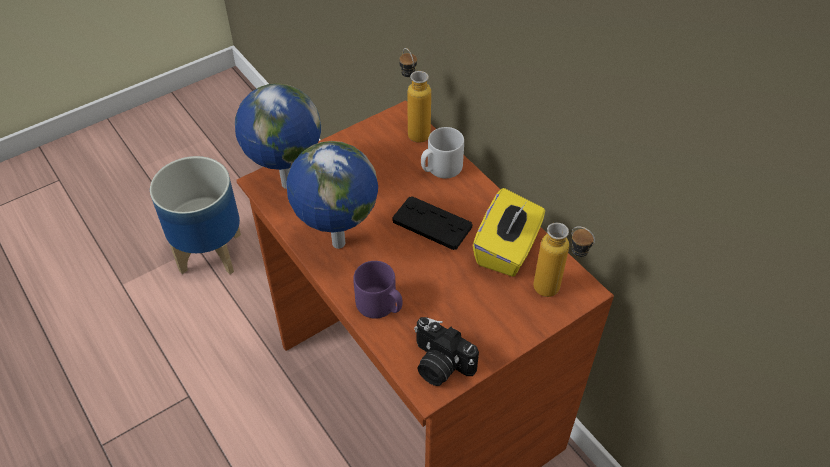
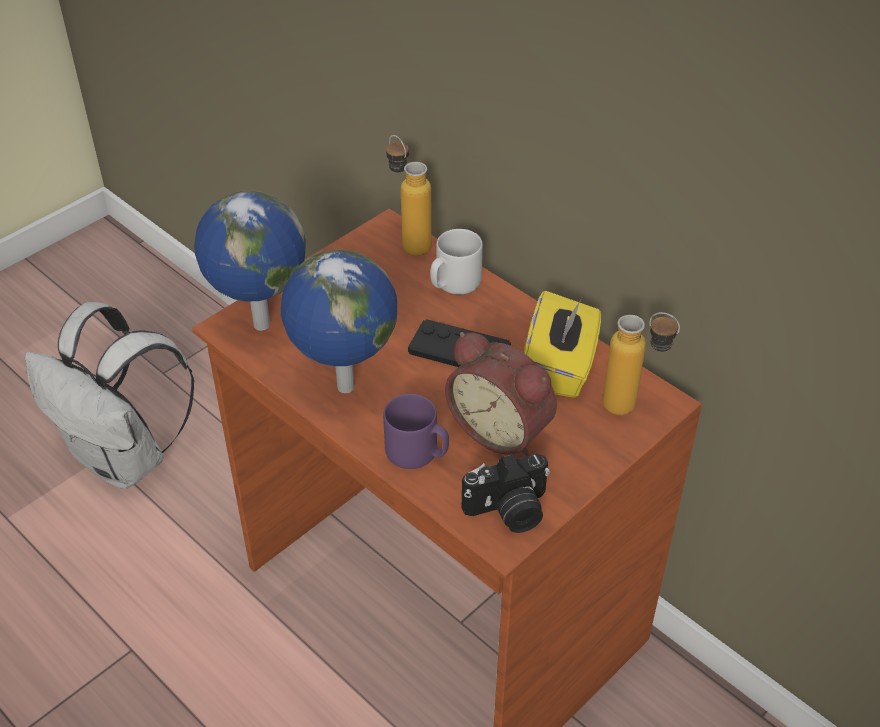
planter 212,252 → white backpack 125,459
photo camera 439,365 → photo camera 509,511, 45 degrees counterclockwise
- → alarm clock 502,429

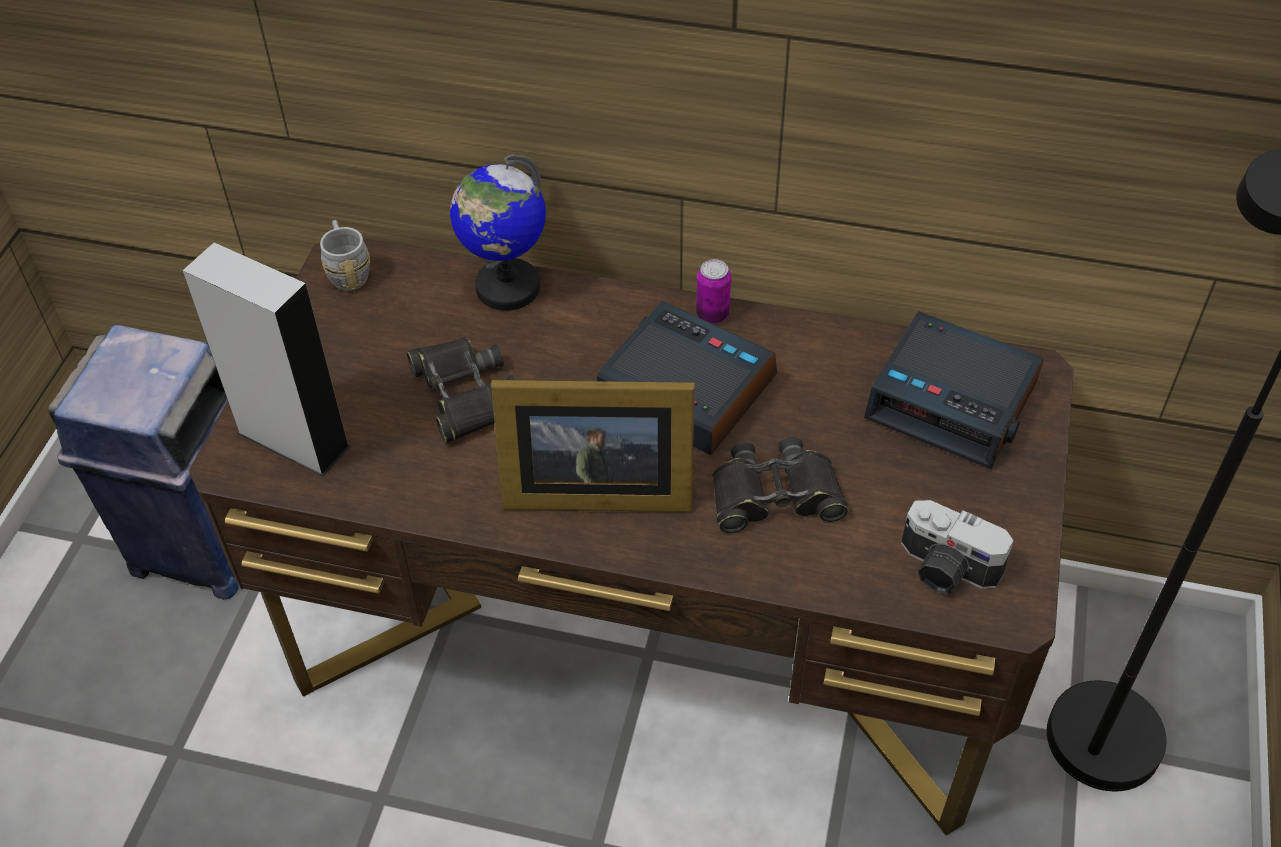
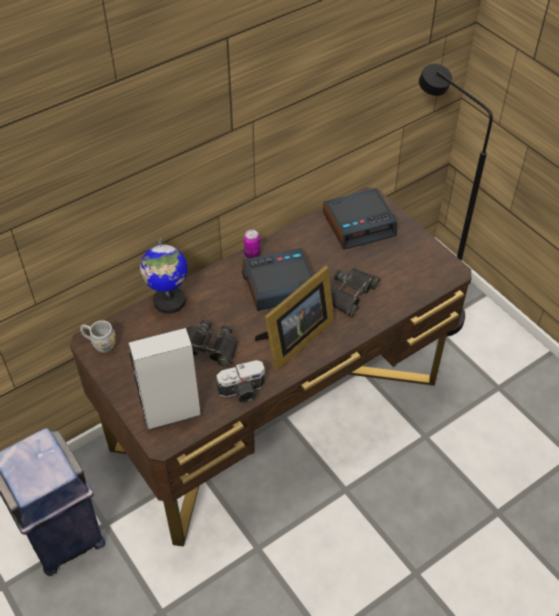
photo camera 945,570 → photo camera 243,392, relocated

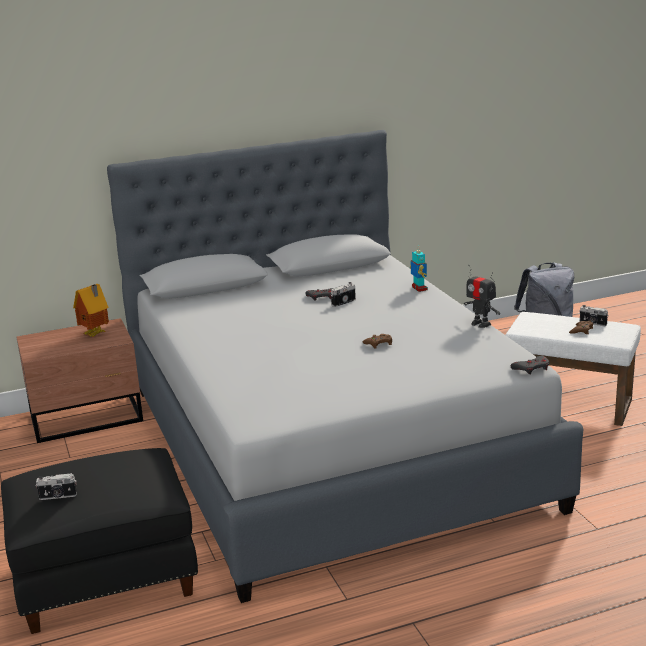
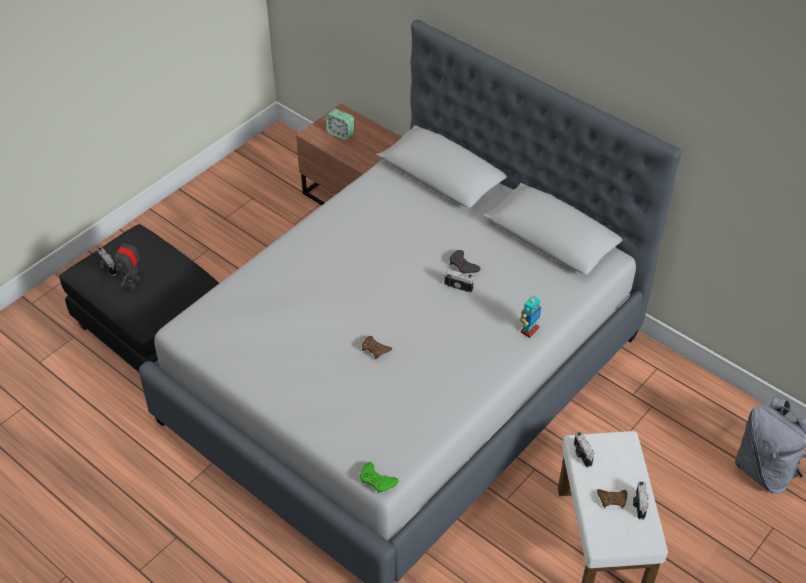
toy robot 480,324 → toy robot 132,282, relocated
toy house 95,334 → -
grey game controller 531,368 → green game controller 377,480
- → alarm clock 340,133
- → photo camera 581,454

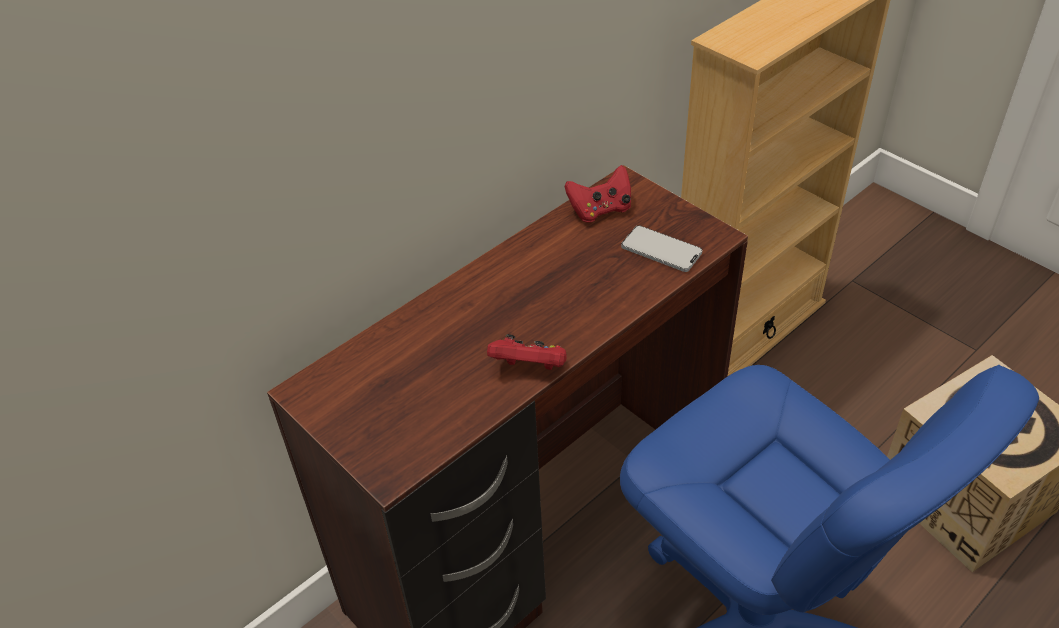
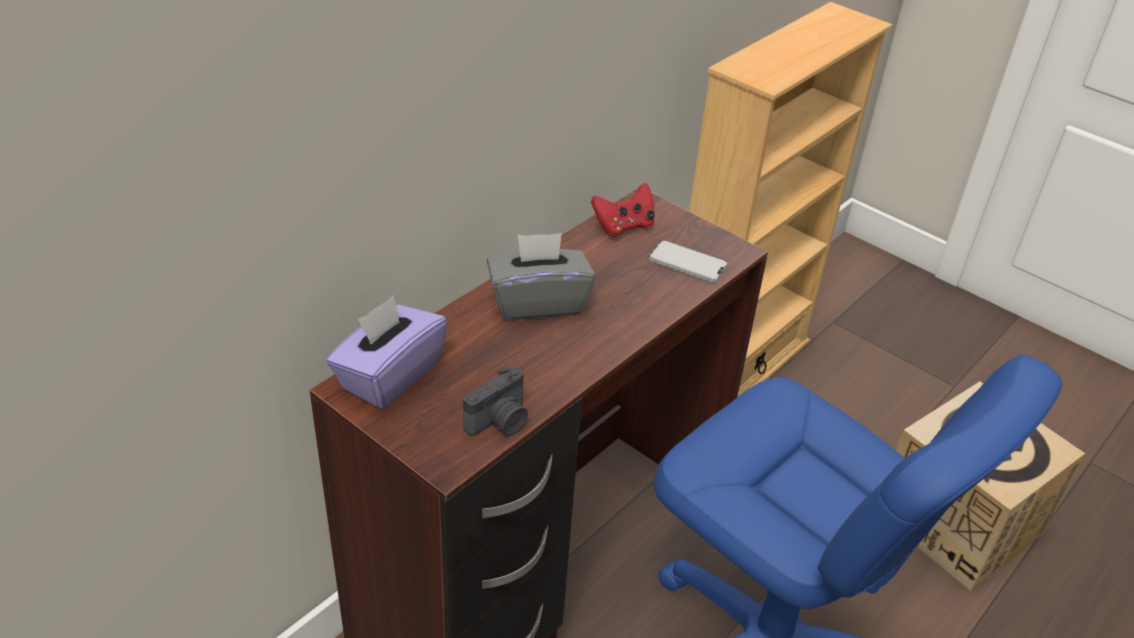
red game controller 530,368 → -
- → grey tissue box 538,302
- → purple tissue box 389,376
- → photo camera 500,422

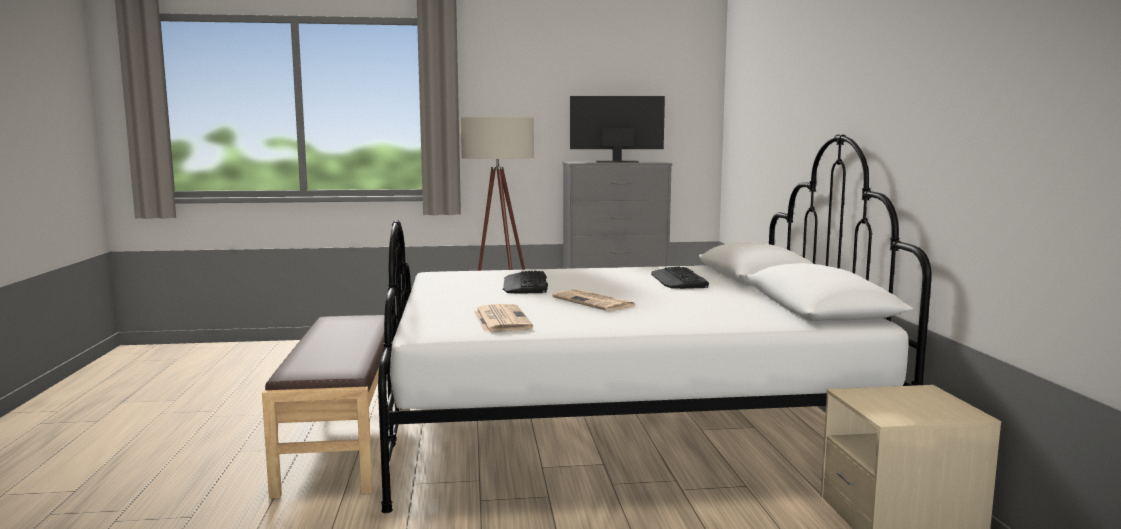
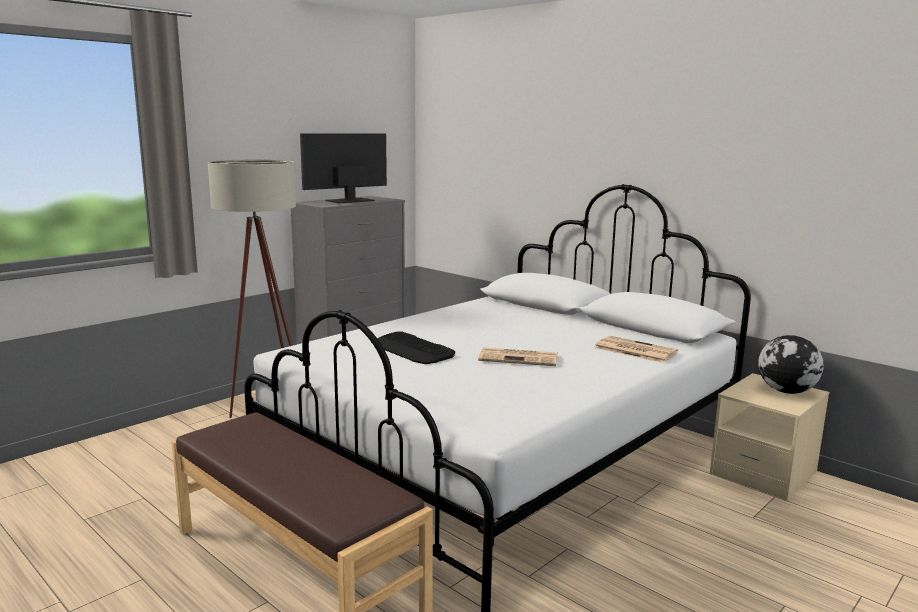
keyboard 678,280 → -
newspaper 501,319 → newspaper 634,350, relocated
- → globe 786,392

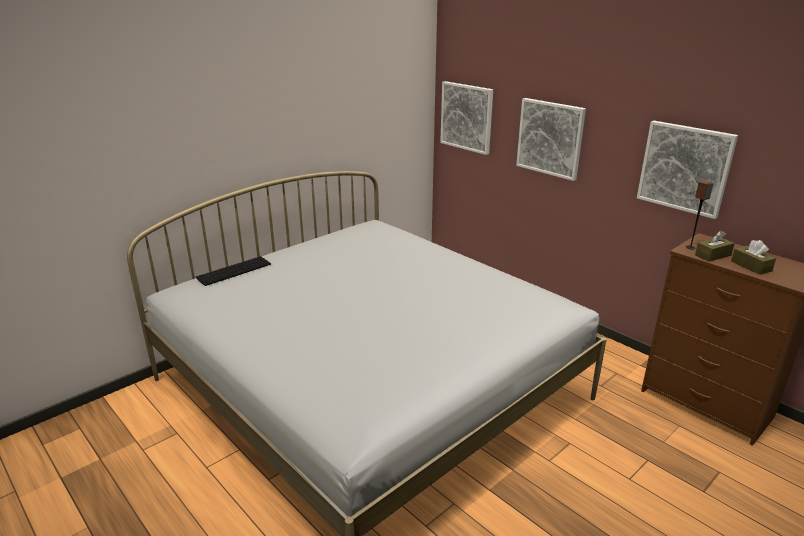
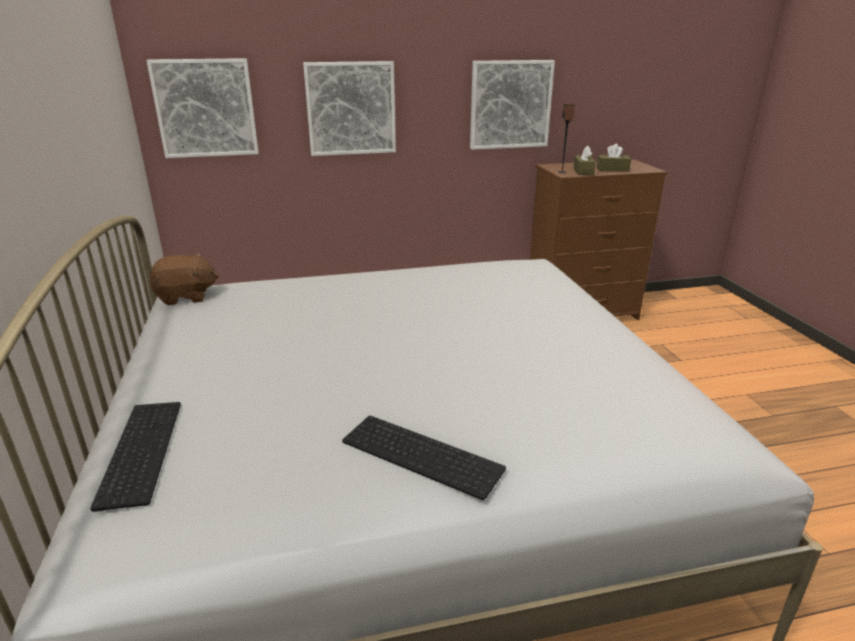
- → brown plush toy 186,297
- → keyboard 424,454

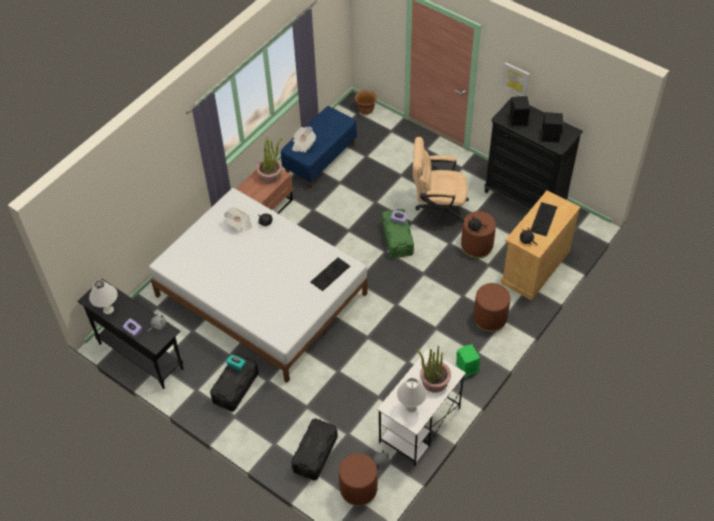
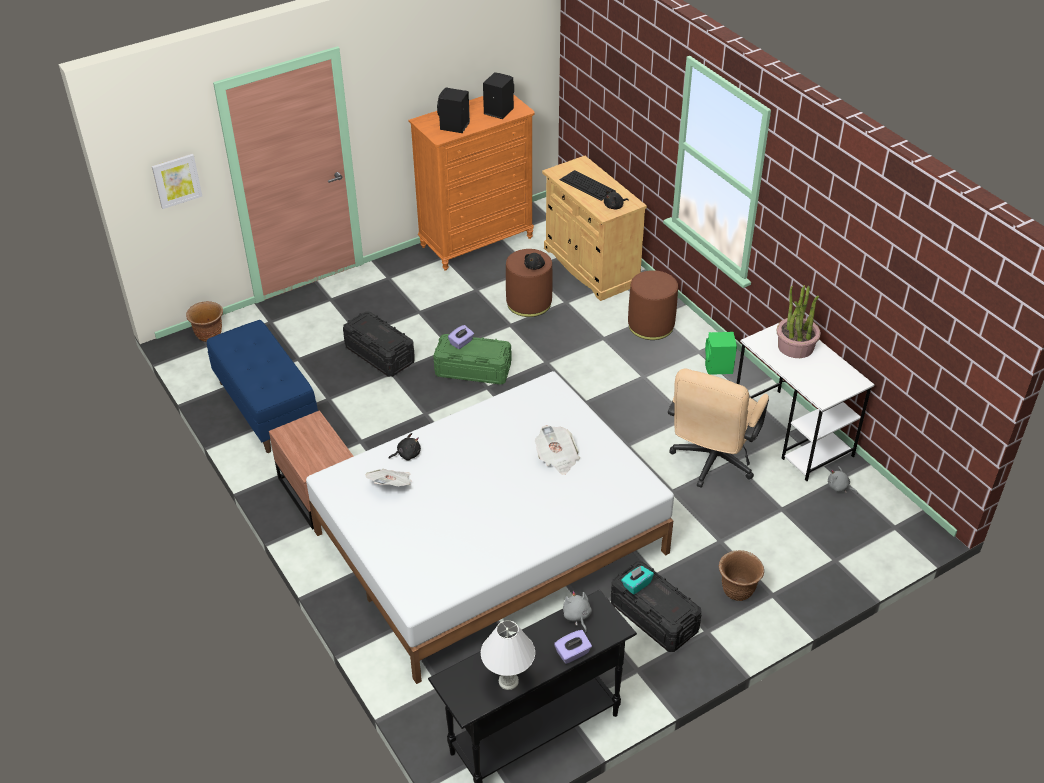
picture 516,79 → picture 176,180, relocated
black dresser 525,198 → orange dresser 477,241
newspaper 303,144 → newspaper 557,458, relocated
potted plant 270,175 → -
beige office chair 437,210 → beige office chair 711,462, relocated
keyboard 330,273 → -
white table lamp 411,407 → -
black storage box 315,454 → black storage box 380,354, relocated
brown ottoman 358,489 → -
- → brown planter 737,590

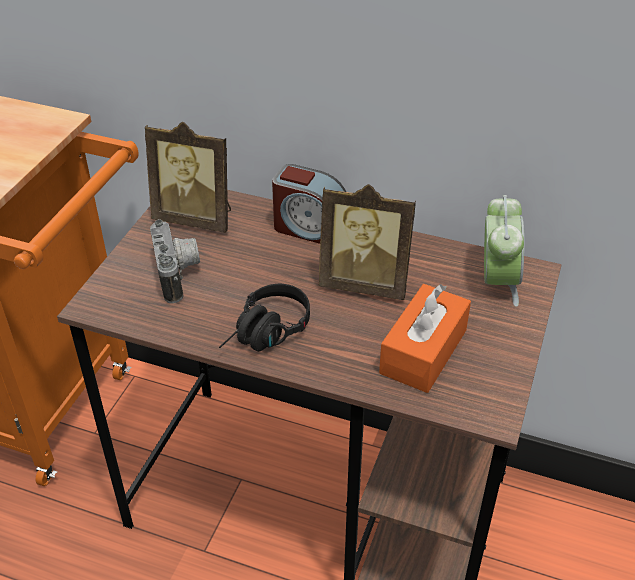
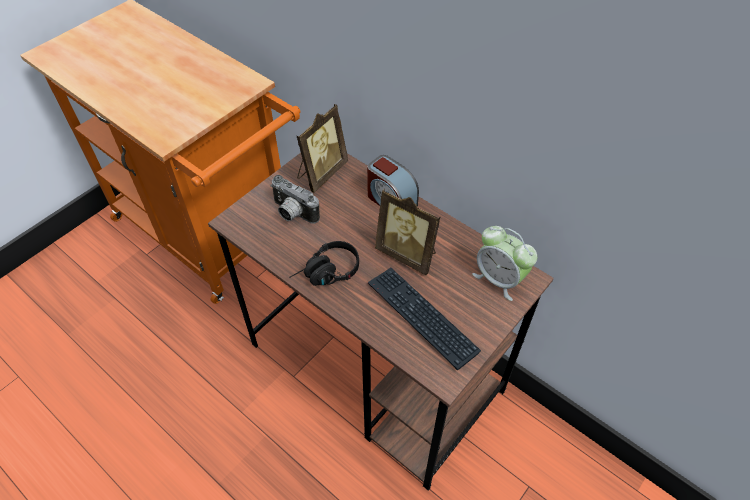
picture frame 196,218 → picture frame 321,173, 90 degrees counterclockwise
alarm clock 497,282 → alarm clock 499,279, 105 degrees clockwise
photo camera 179,274 → photo camera 292,213, 120 degrees clockwise
orange tissue box 423,351 → keyboard 421,317

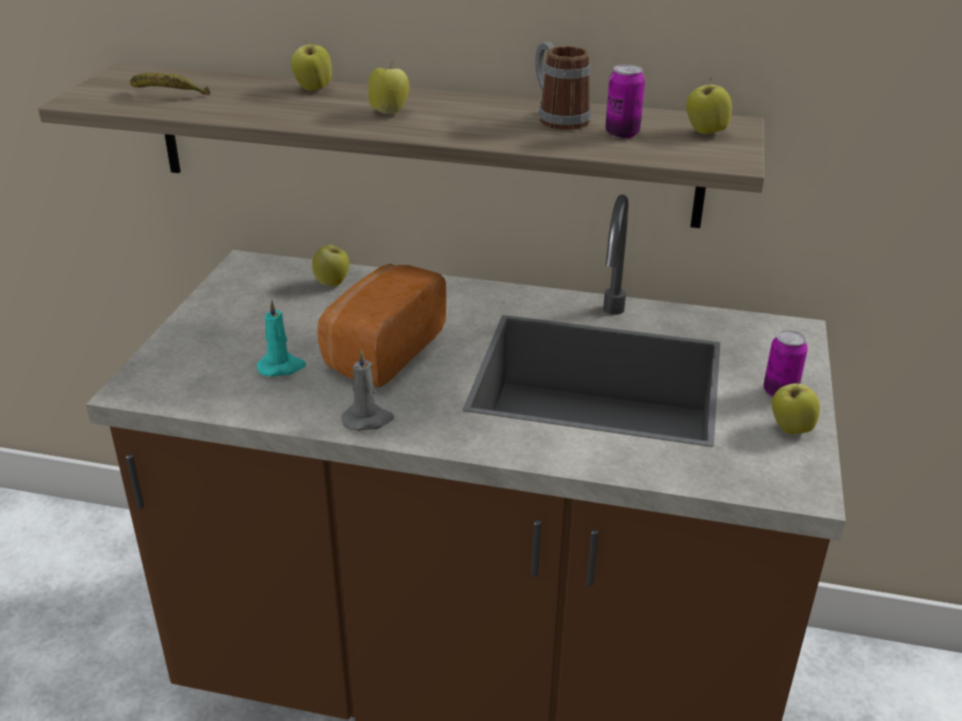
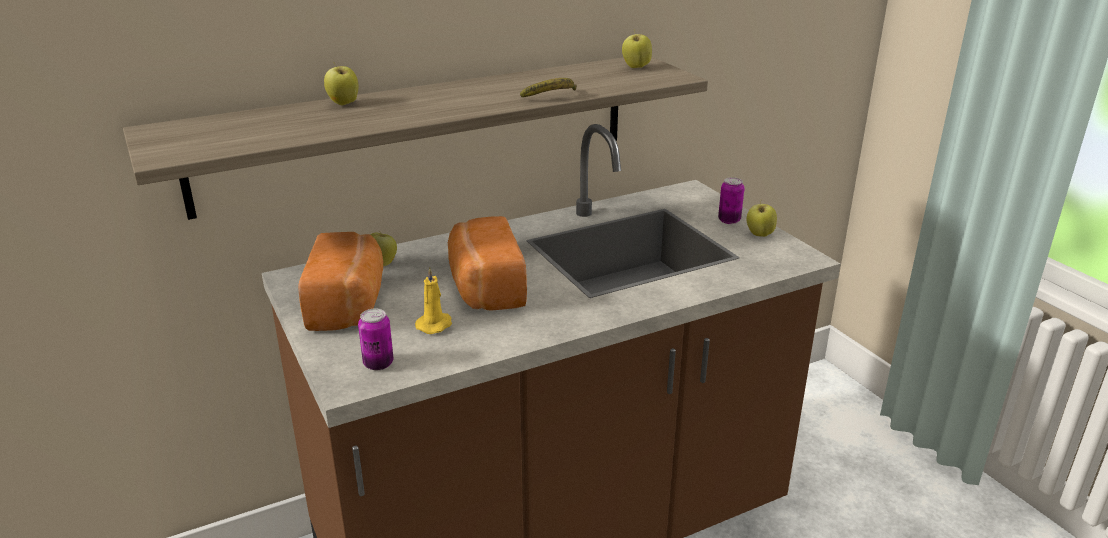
mug 557,118 → -
apple 389,112 → -
can 622,134 → can 378,364, relocated
banana 168,95 → banana 552,97, relocated
turquoise candle 281,367 → yellow candle 435,325
grey candle 368,420 → -
- → bread 349,304

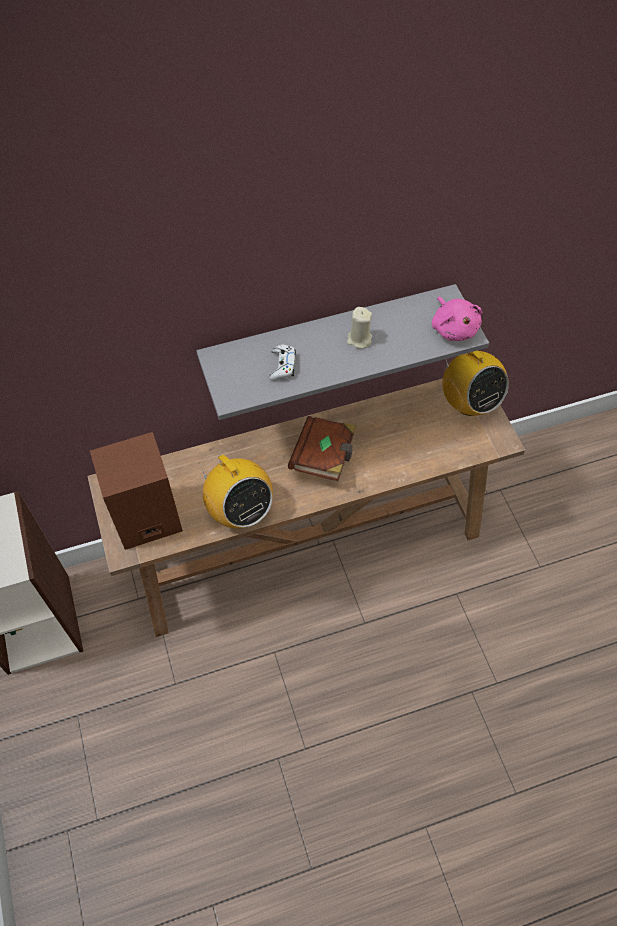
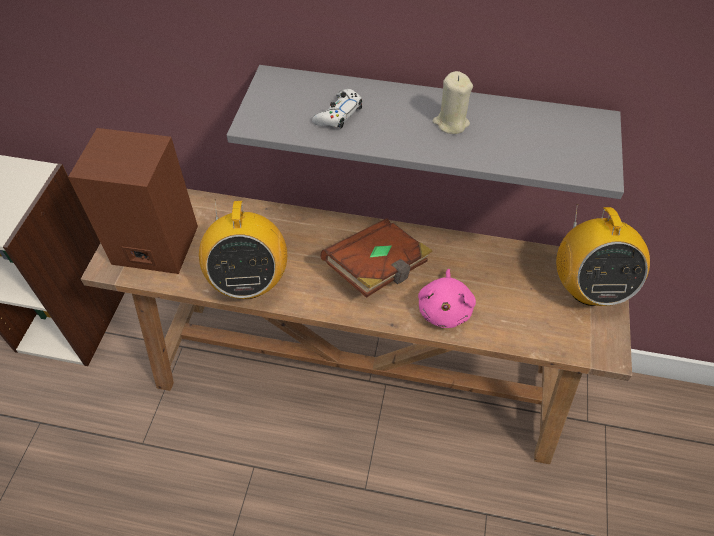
pink plush toy 453,328 → pink plush toy 445,309, relocated

